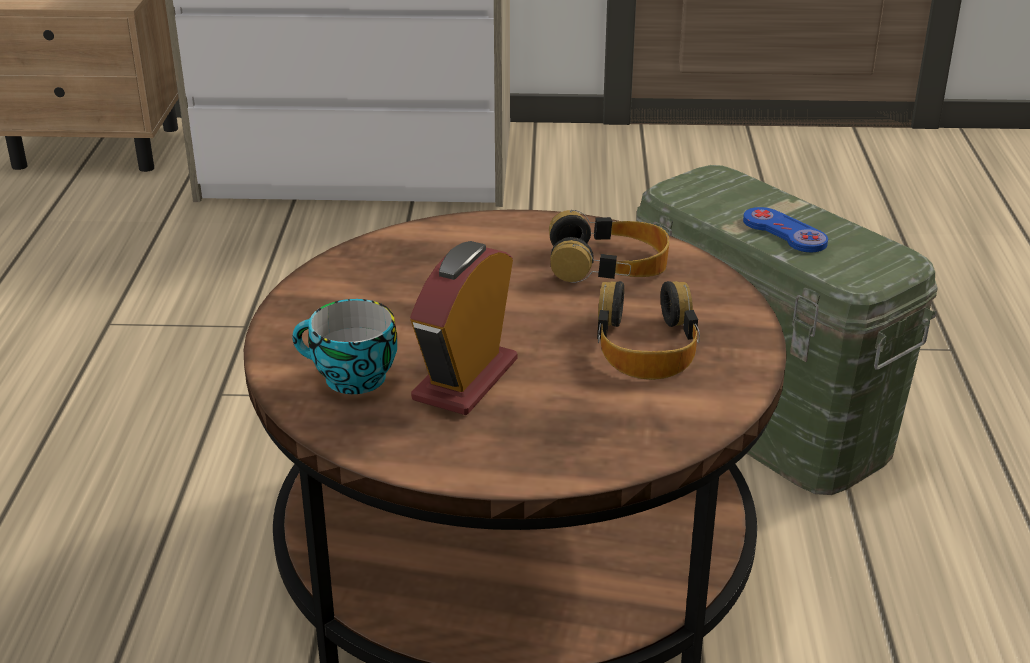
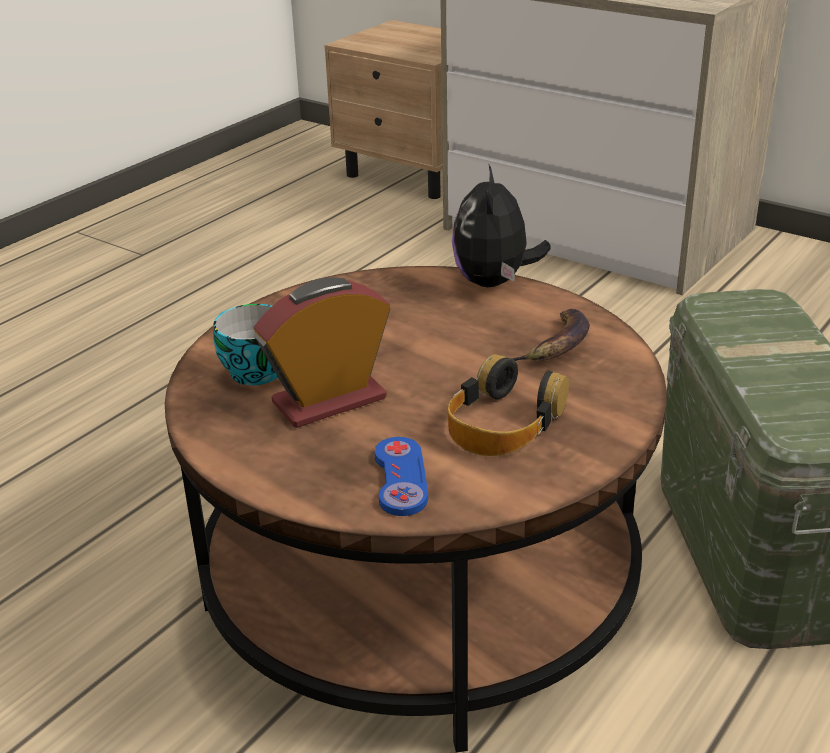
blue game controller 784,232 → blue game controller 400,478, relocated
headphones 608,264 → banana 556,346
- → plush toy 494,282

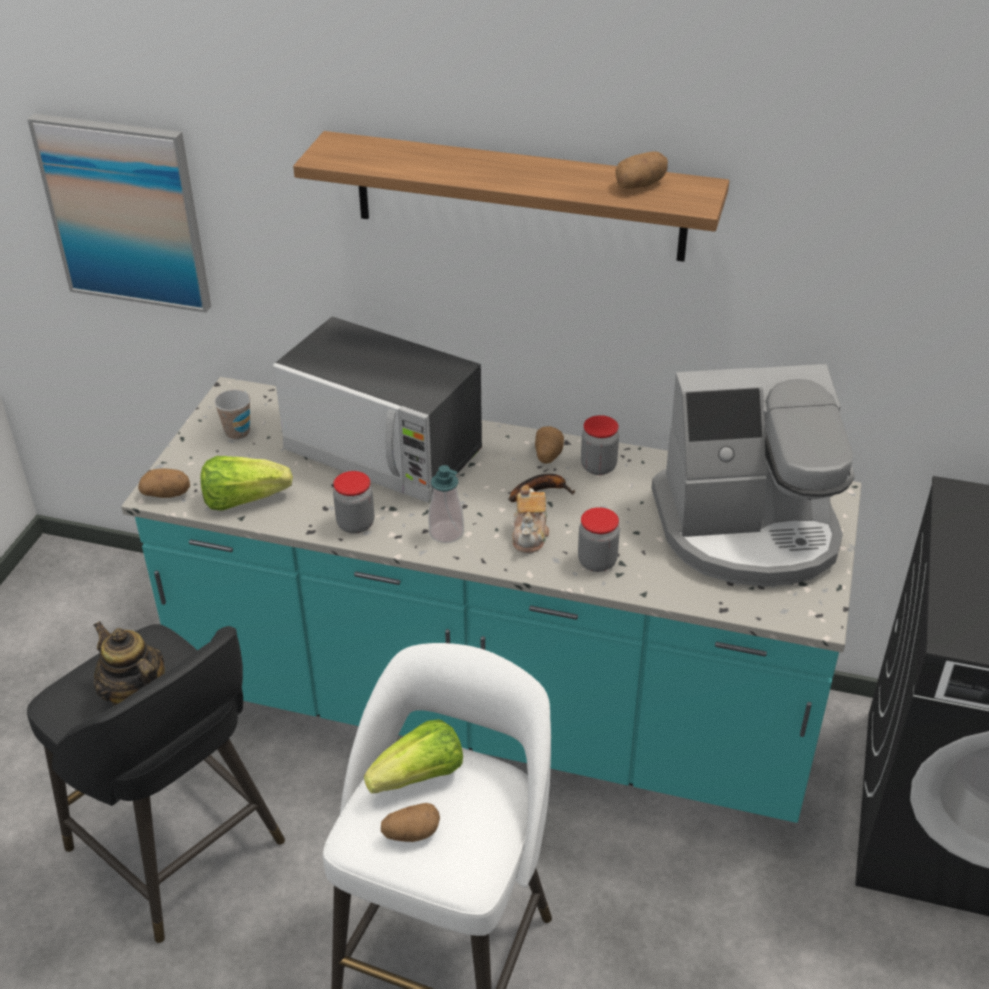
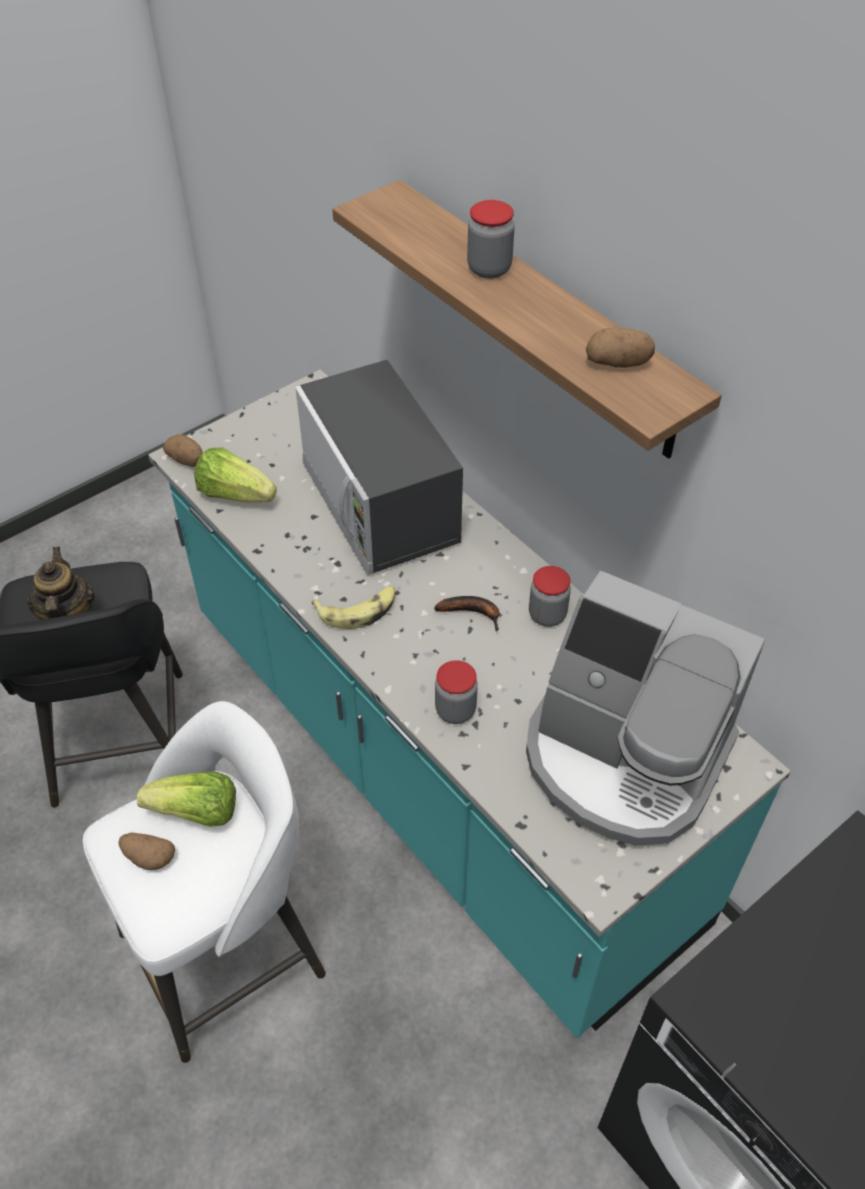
picture 125,213 → -
cup 237,432 → -
potato 548,455 → -
soap dispenser 446,532 → banana 358,610
jar 355,524 → jar 489,269, relocated
teapot 530,534 → -

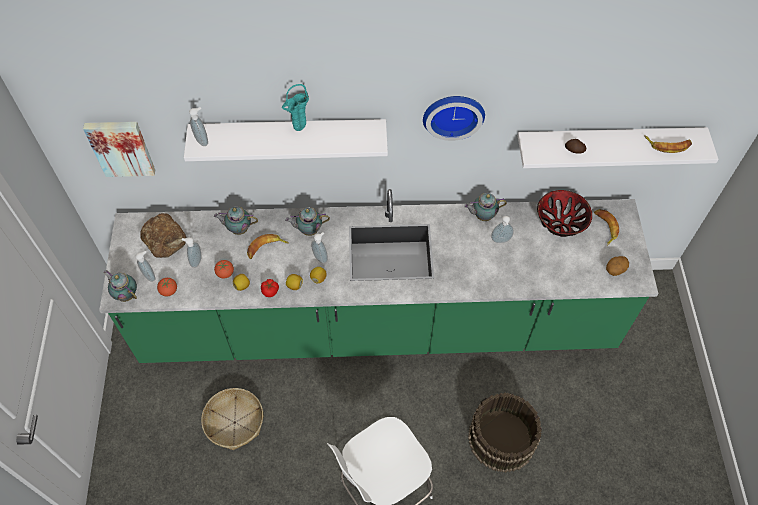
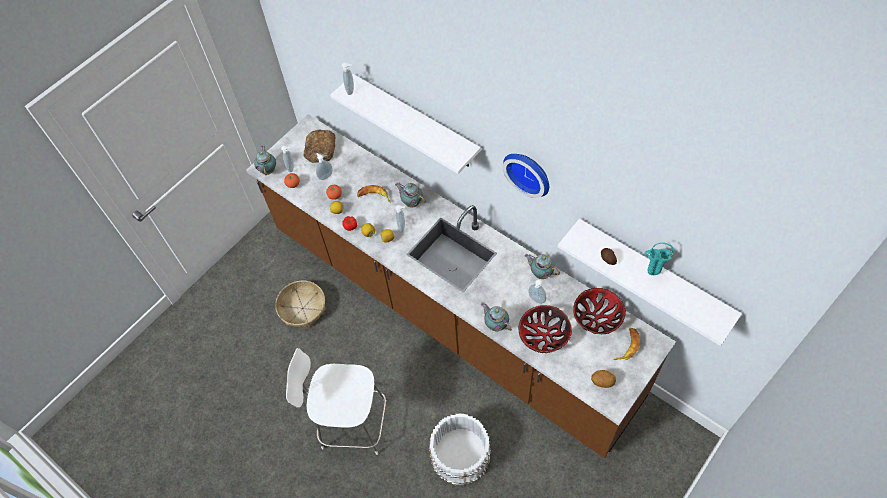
turquoise vase 299,130 → turquoise vase 651,274, relocated
picture 121,147 → -
banana 668,145 → -
green counter 378,324 → brown counter 449,312
teapot 238,229 → teapot 495,324, relocated
brown bucket 501,439 → white bucket 459,454
- → bowl 543,335

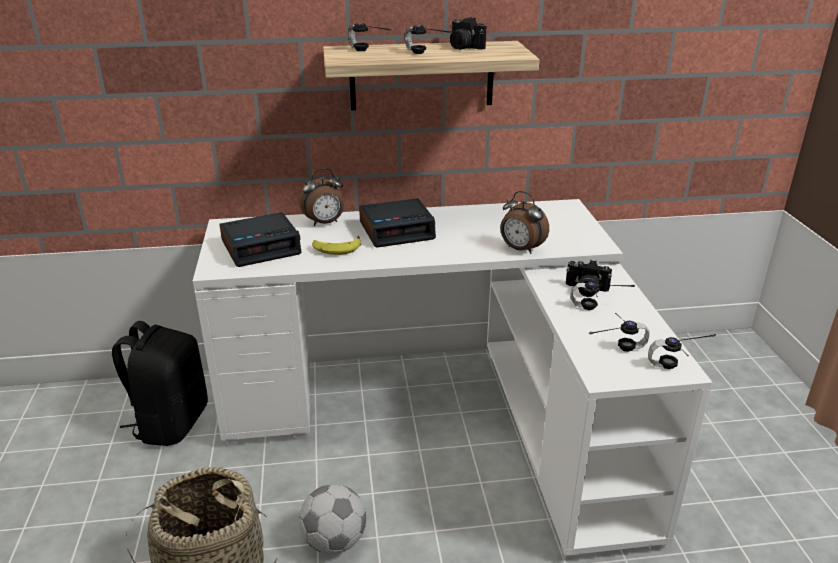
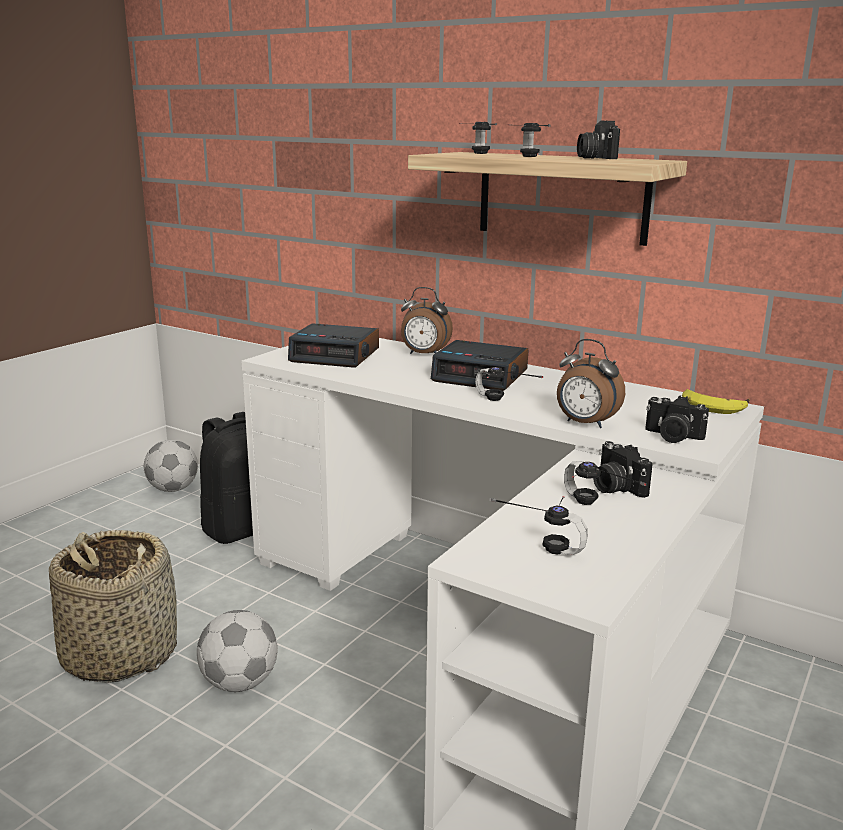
alarm clock 520,249 → alarm clock 585,424, 45 degrees counterclockwise
banana 337,248 → banana 714,406, relocated
headphones 681,369 → headphones 501,403, relocated
- → photo camera 672,437
- → football 173,489

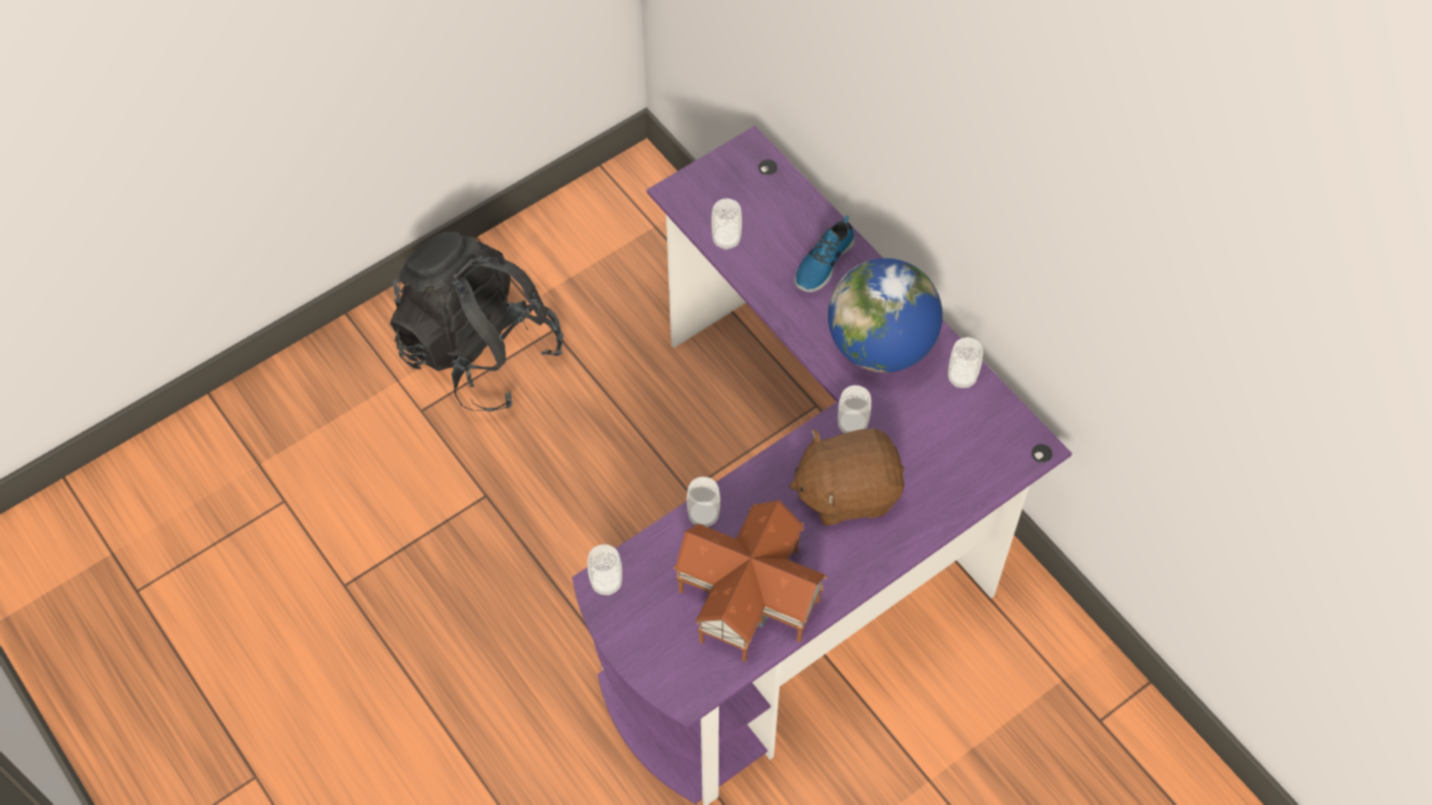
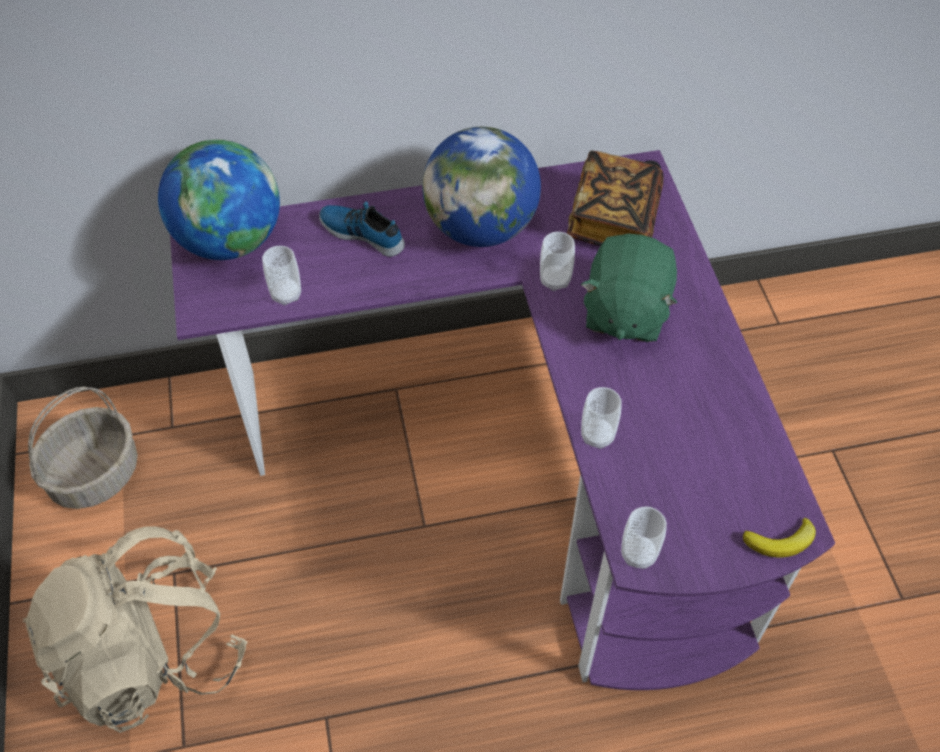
shoe 823,262 → shoe 363,233, 150 degrees clockwise
black backpack 480,352 → beige backpack 151,655
cup 961,377 → -
brown plush toy 847,491 → green plush toy 624,311
toy house 752,595 → -
- → globe 230,240
- → book 613,220
- → basket 95,473
- → banana 781,541

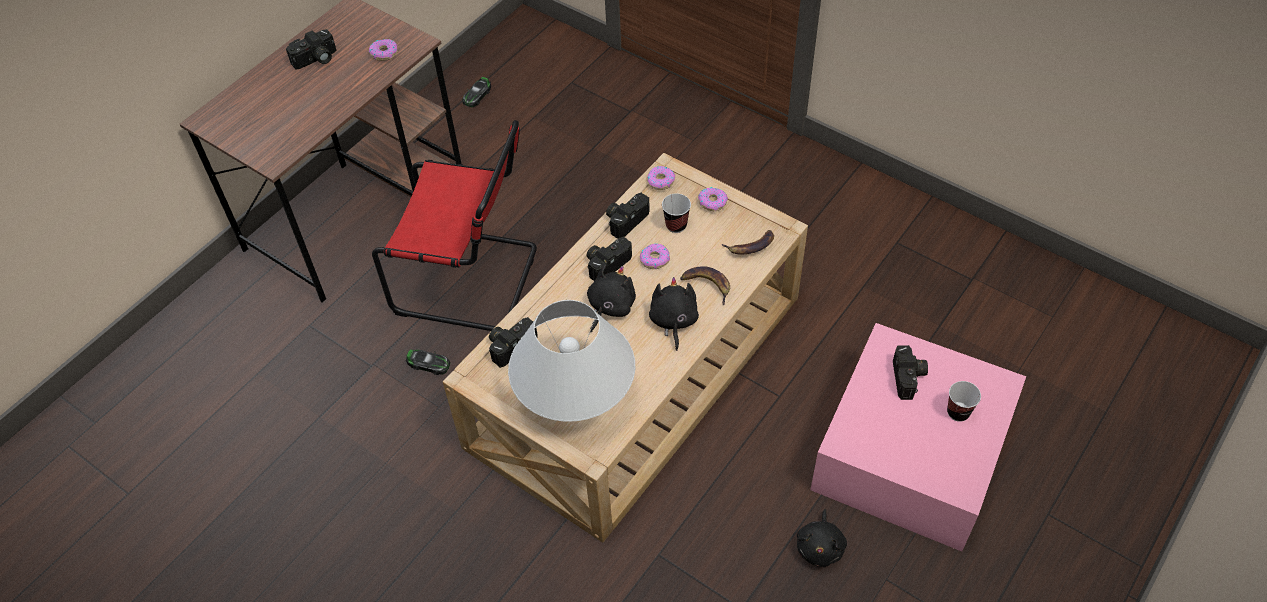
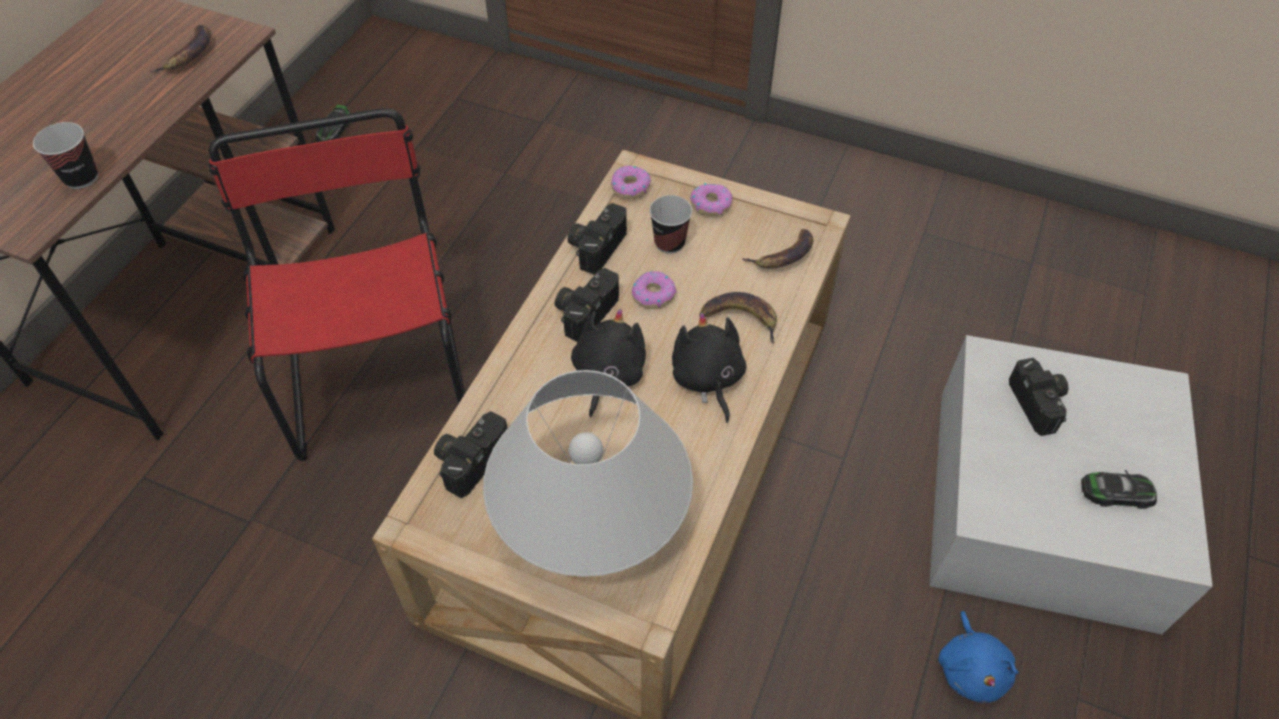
photo camera 316,60 → -
donut 384,53 → banana 190,55
red chair 472,280 → red chair 376,371, 105 degrees counterclockwise
pink storage box 911,452 → white storage box 1042,504
toy car 428,364 → toy car 1116,493, relocated
cup 958,412 → cup 81,178, relocated
black plush toy 820,547 → blue plush toy 971,669

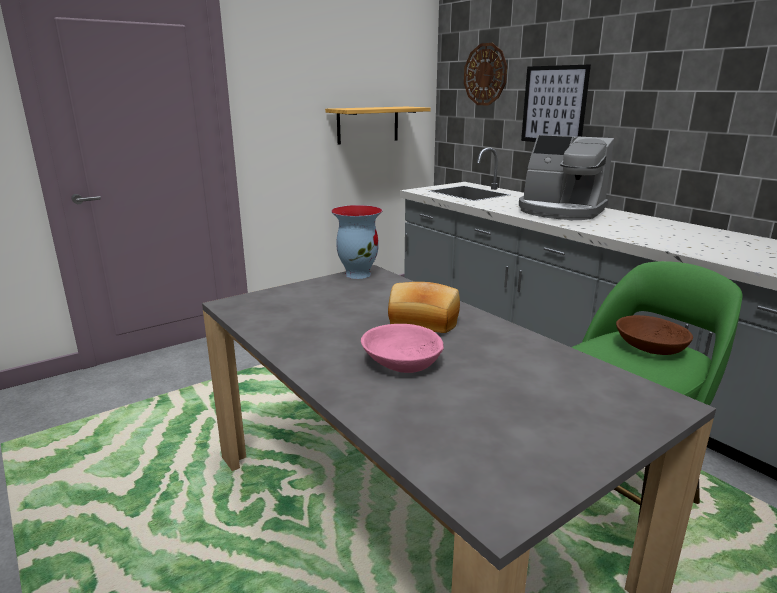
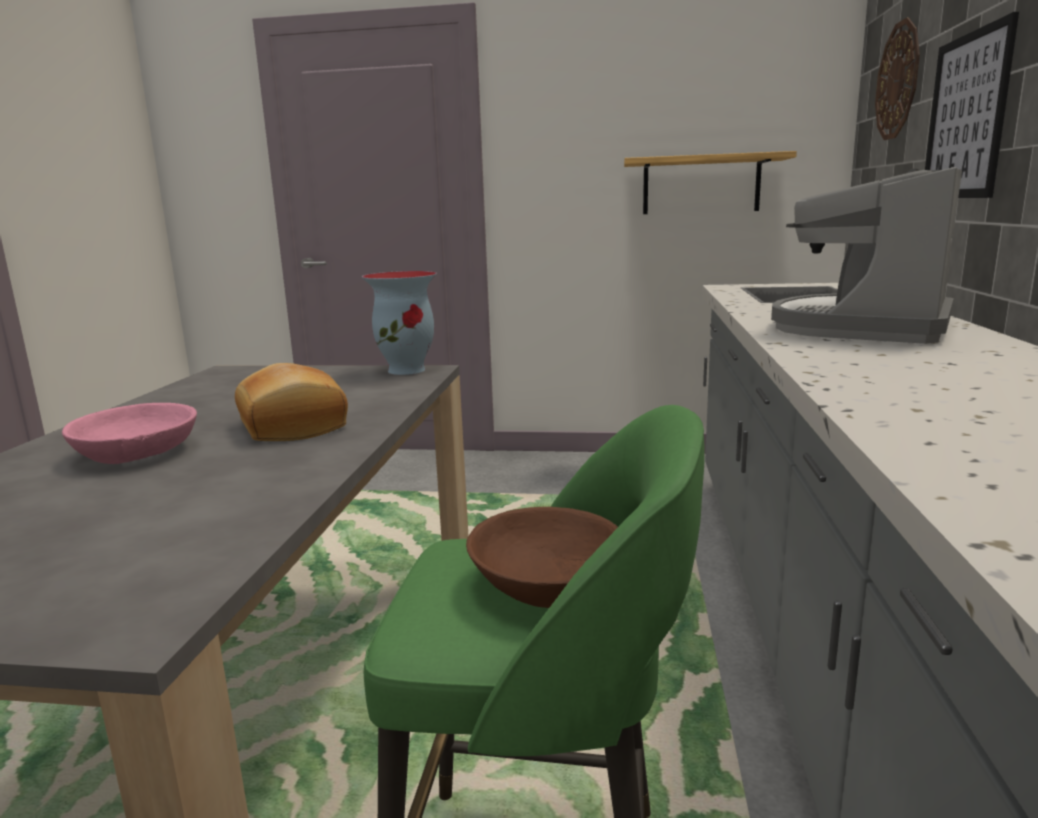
coffee machine 560,211 → coffee machine 863,327, 45 degrees clockwise

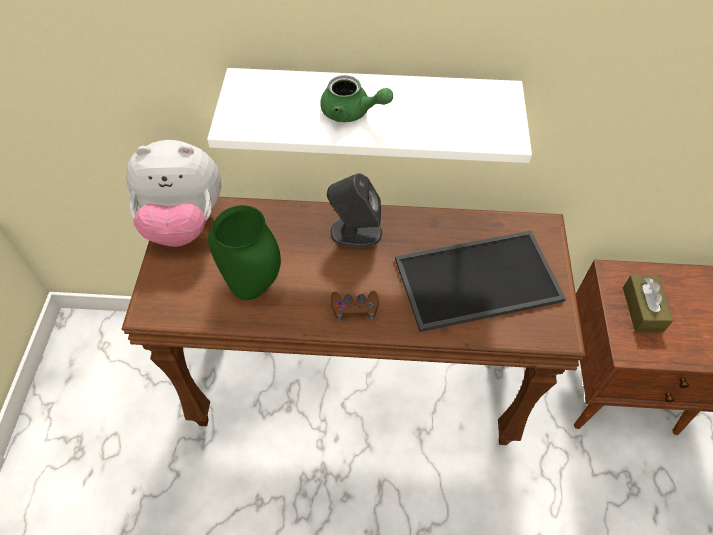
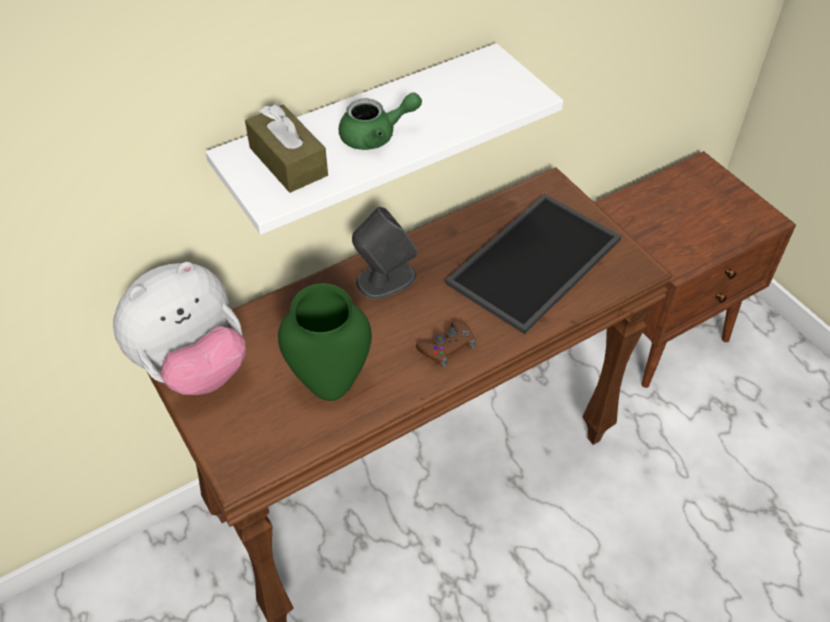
brown tissue box 642,309 → brown tissue box 288,161, relocated

